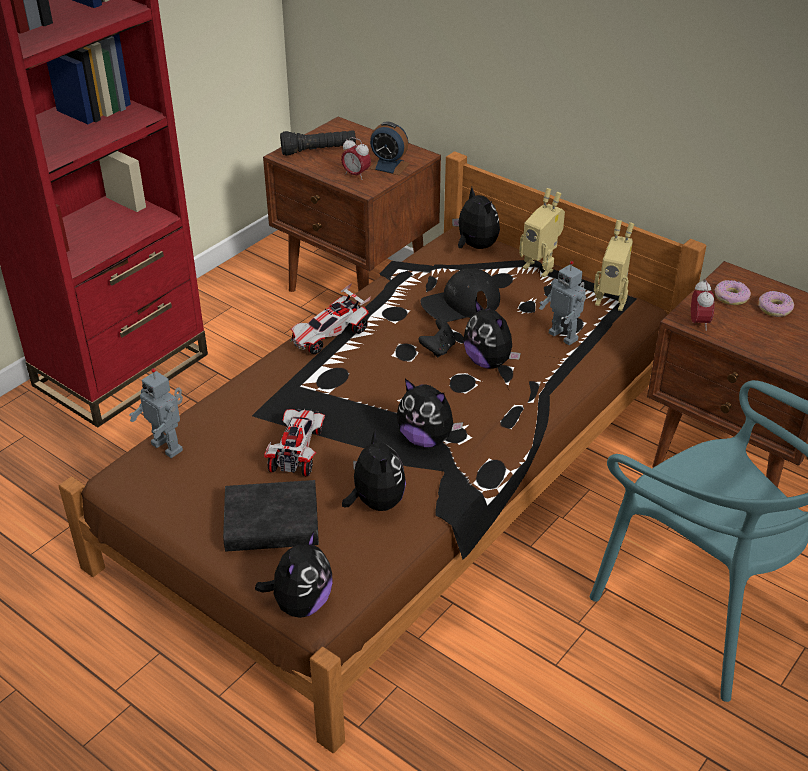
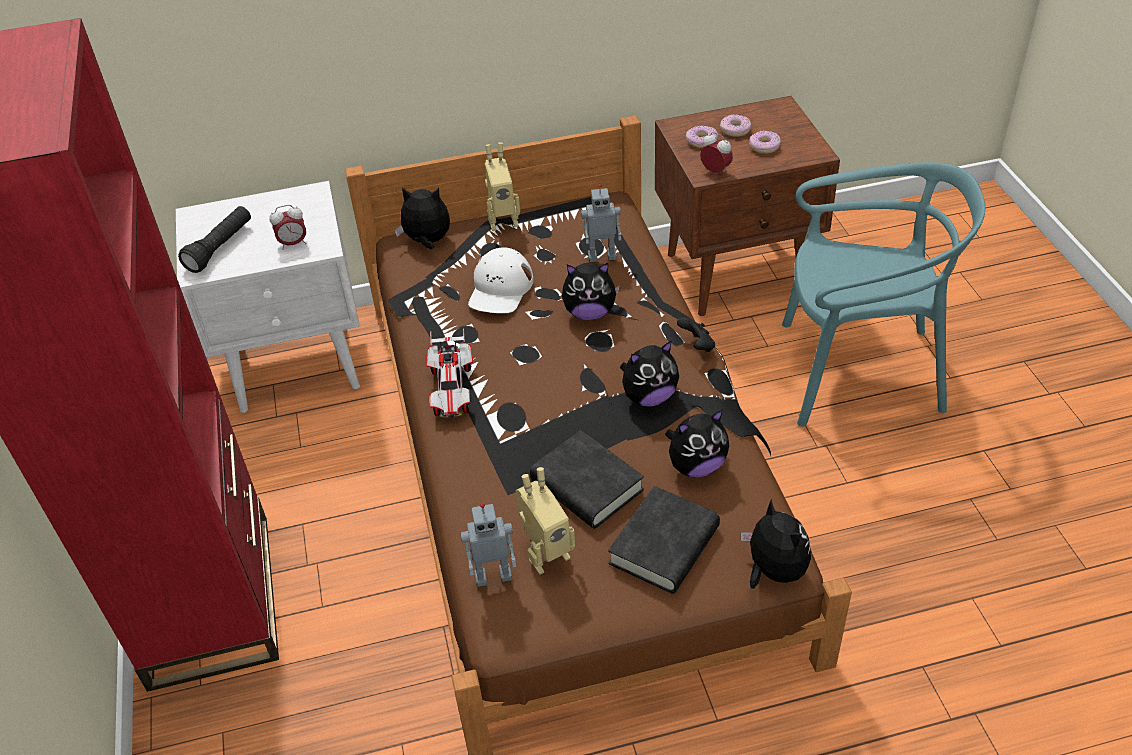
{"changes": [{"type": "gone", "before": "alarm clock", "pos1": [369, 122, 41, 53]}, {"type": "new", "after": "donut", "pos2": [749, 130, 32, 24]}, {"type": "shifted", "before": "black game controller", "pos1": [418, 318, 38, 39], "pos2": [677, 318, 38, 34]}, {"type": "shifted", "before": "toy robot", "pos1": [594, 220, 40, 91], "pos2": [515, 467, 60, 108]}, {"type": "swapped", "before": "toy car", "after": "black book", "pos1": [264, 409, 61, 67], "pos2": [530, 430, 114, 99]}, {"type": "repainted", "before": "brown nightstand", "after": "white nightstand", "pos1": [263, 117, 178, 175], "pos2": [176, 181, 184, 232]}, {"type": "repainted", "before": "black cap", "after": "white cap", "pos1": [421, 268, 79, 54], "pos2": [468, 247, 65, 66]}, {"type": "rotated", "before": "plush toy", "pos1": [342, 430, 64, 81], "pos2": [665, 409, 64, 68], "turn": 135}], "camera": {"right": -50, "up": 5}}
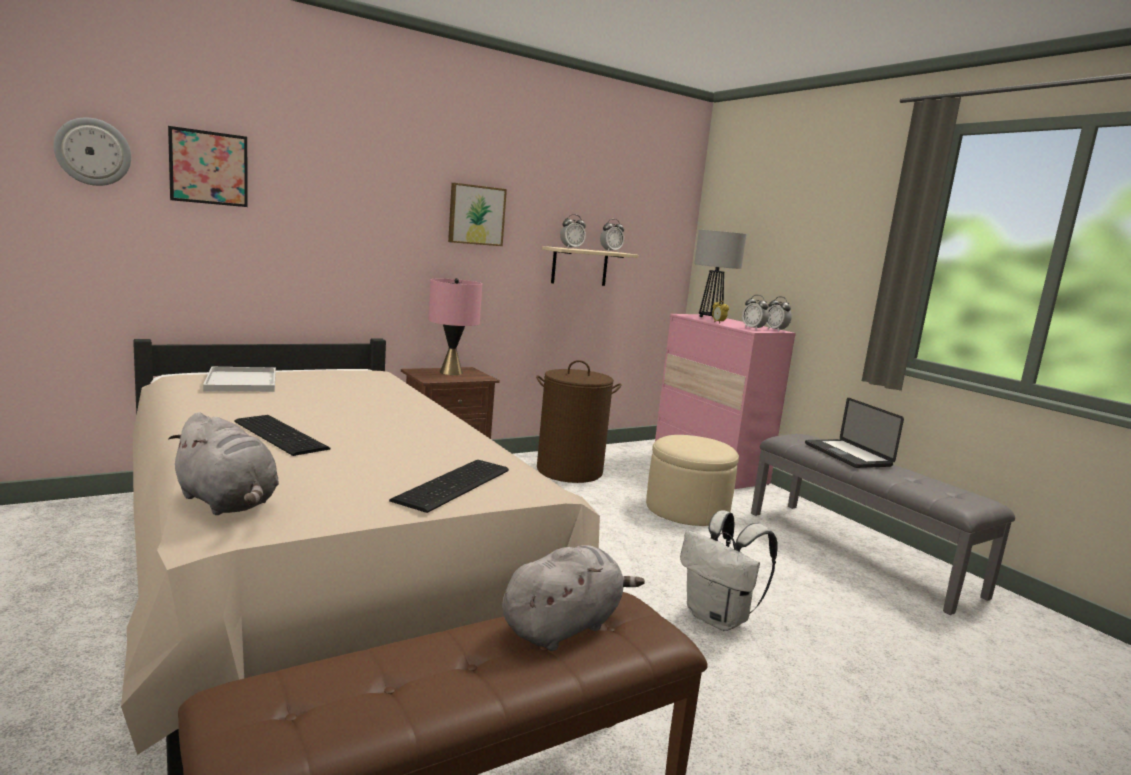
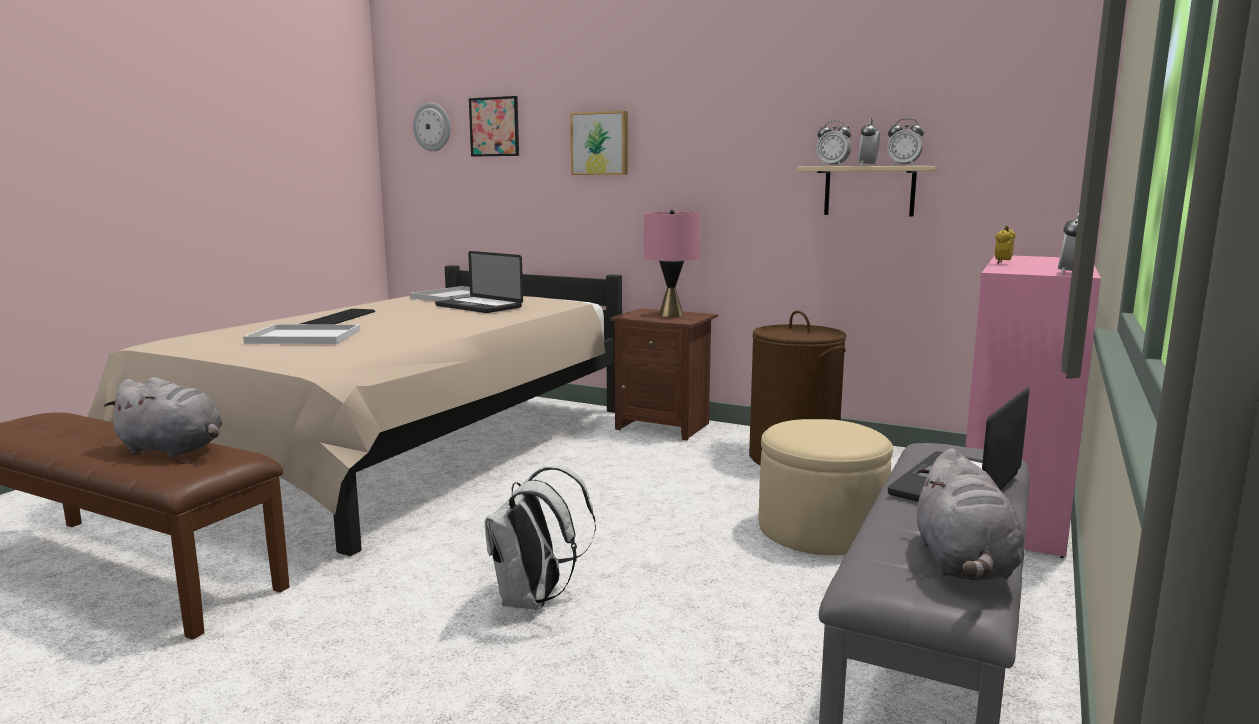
{"changes": [{"type": "gone", "before": "keyboard", "pos1": [389, 460, 120, 53]}, {"type": "gone", "before": "table lamp", "pos1": [694, 230, 53, 87]}, {"type": "new", "after": "white tray", "pos2": [243, 324, 117, 20]}, {"type": "new", "after": "laptop", "pos2": [435, 251, 88, 62]}, {"type": "shifted", "before": "grey plush toy", "pos1": [168, 412, 111, 103], "pos2": [917, 448, 107, 133]}, {"type": "shifted", "before": "picture", "pos1": [448, 183, 59, 63], "pos2": [570, 111, 58, 64]}, {"type": "shifted", "before": "alarm clock", "pos1": [742, 295, 27, 35], "pos2": [859, 118, 21, 48]}], "camera": {"right": 60, "up": 0}}
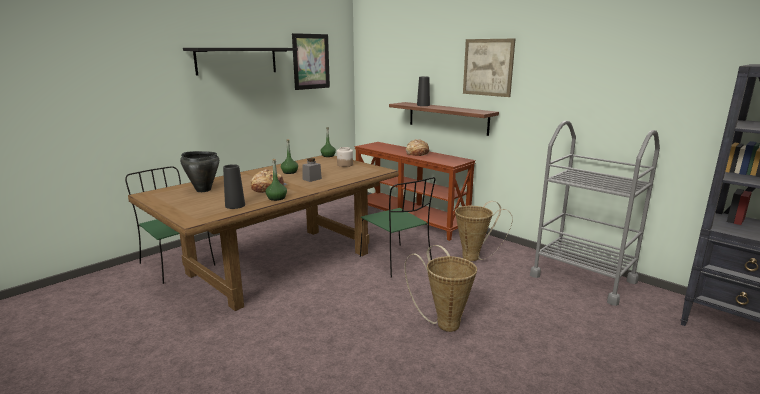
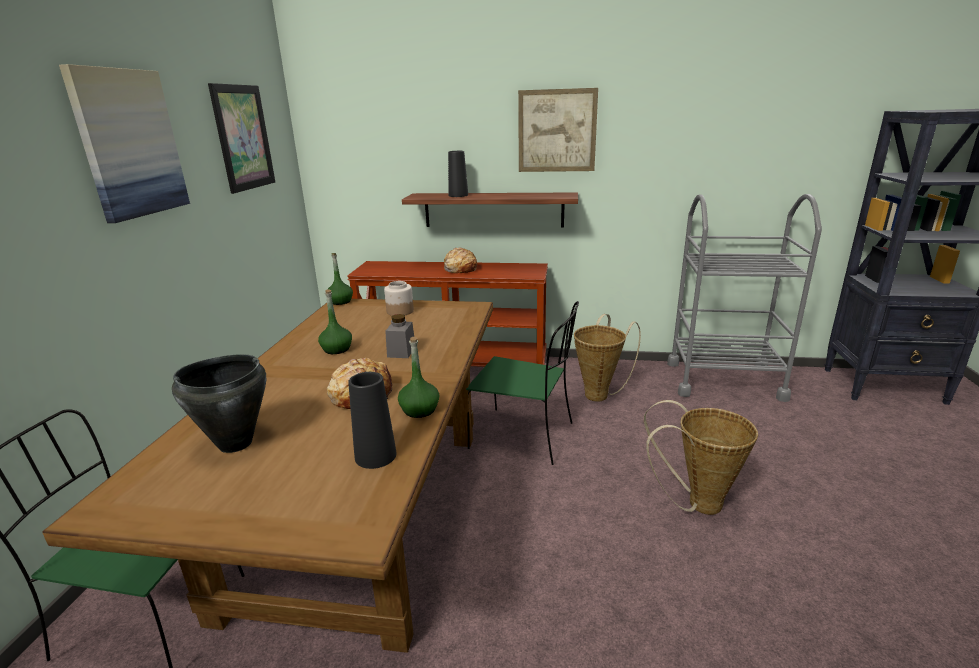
{"changes": [{"type": "swapped", "before": "black shelf", "after": "picture", "pos1": [183, 48, 115, 27], "pos2": [59, 64, 131, 159]}], "camera": {"right": -35, "up": 5}}
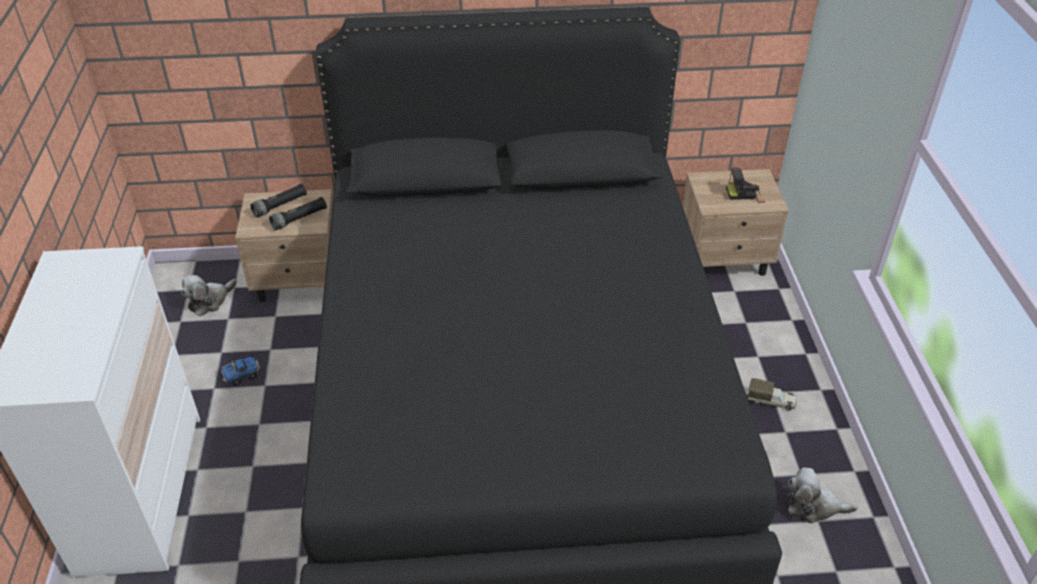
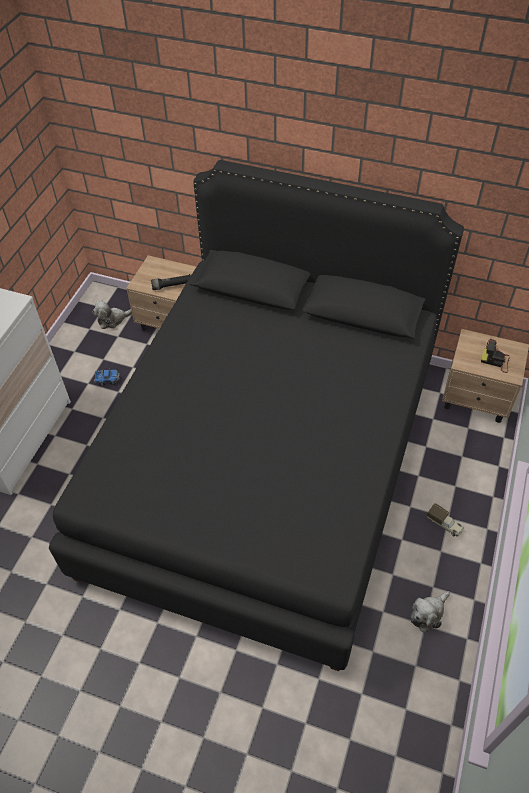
{"changes": [{"type": "gone", "before": "black flashlight", "pos1": [250, 184, 57, 33]}, {"type": "rotated", "before": "plush toy", "pos1": [788, 467, 70, 56], "pos2": [411, 592, 39, 41], "turn": -75}], "camera": {"right": 25, "up": 10}}
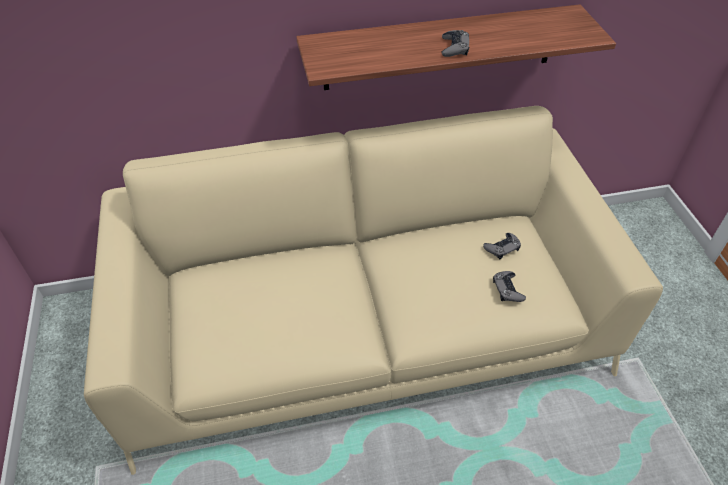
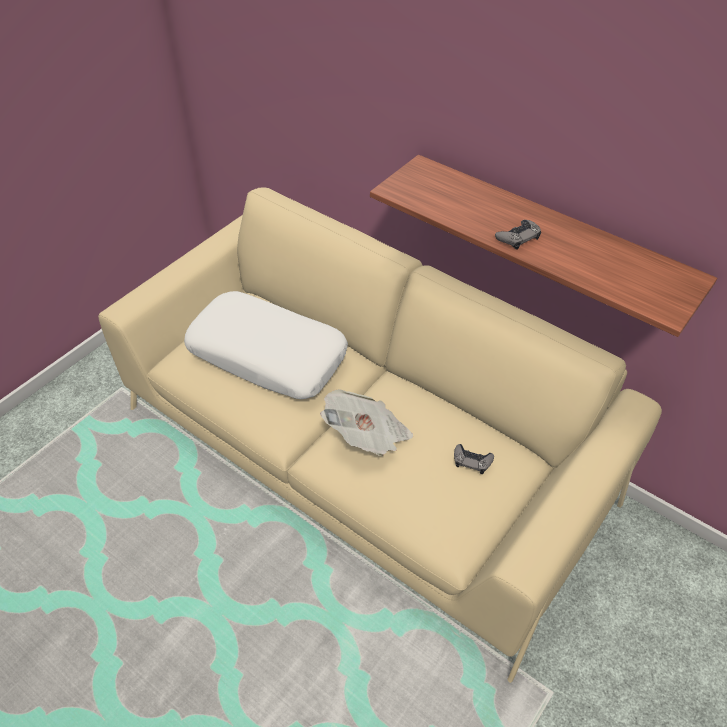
{"changes": [{"type": "gone", "before": "grey game controller", "pos1": [493, 271, 33, 31]}, {"type": "new", "after": "white pillow", "pos2": [184, 291, 164, 108]}, {"type": "new", "after": "newspaper", "pos2": [320, 389, 93, 67]}], "camera": {"right": 50, "up": 0}}
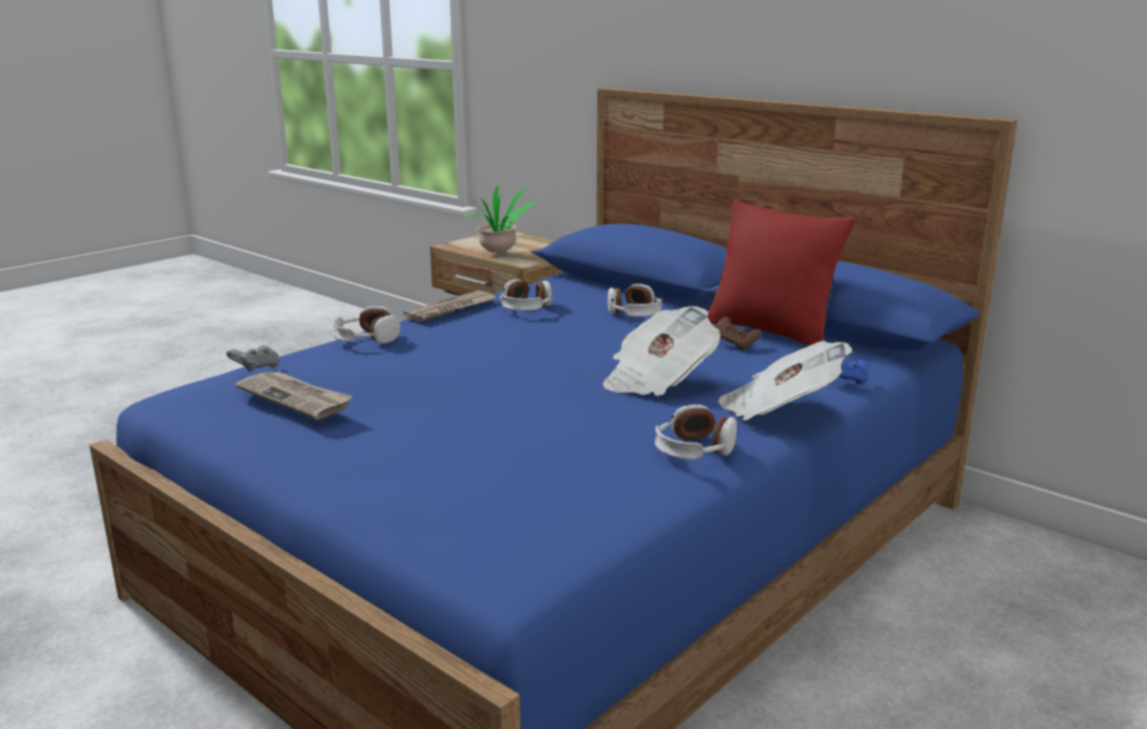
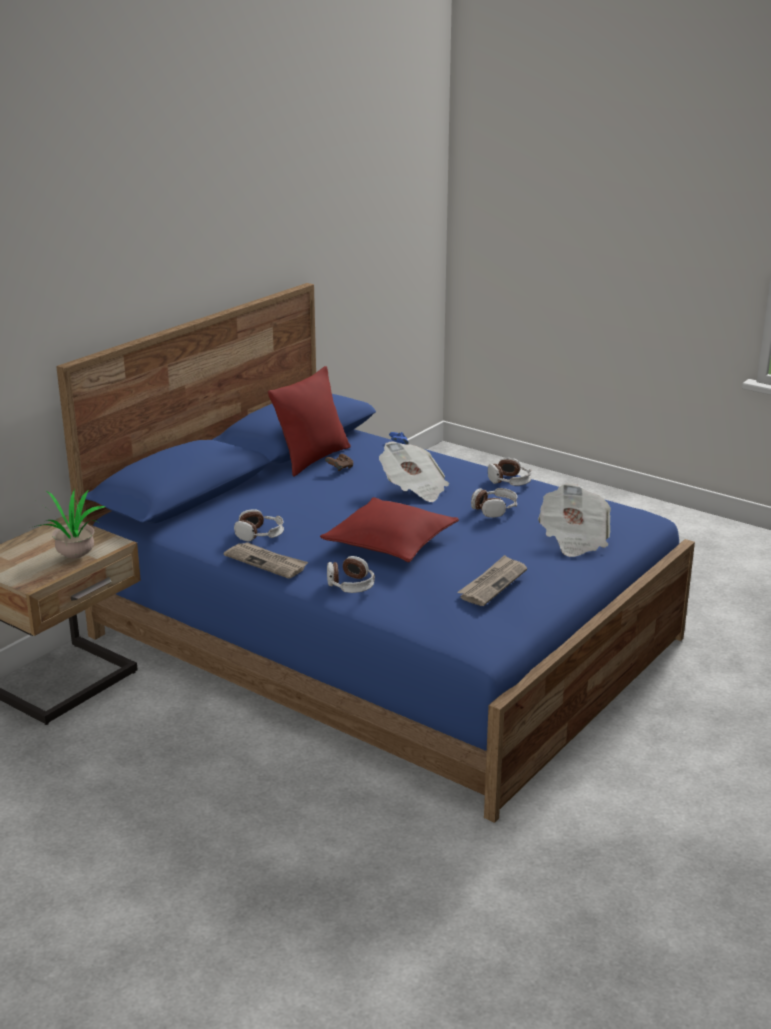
{"changes": [{"type": "gone", "before": "grey game controller", "pos1": [226, 345, 54, 27]}, {"type": "new", "after": "red pillow", "pos2": [320, 497, 139, 65]}, {"type": "shifted", "before": "headphones", "pos1": [608, 284, 54, 33], "pos2": [471, 488, 47, 30]}, {"type": "shifted", "before": "newspaper", "pos1": [718, 341, 134, 80], "pos2": [538, 483, 73, 74]}], "camera": {"right": -95, "up": 5}}
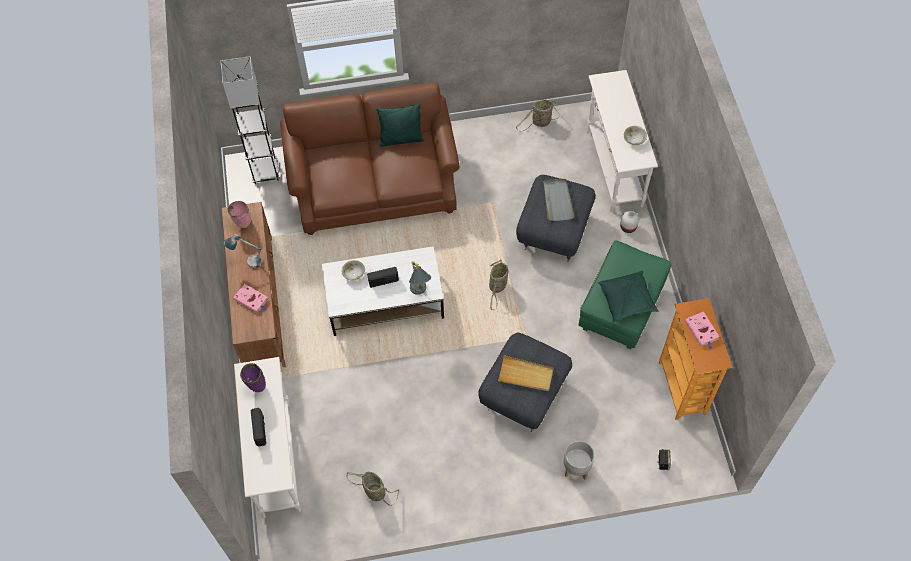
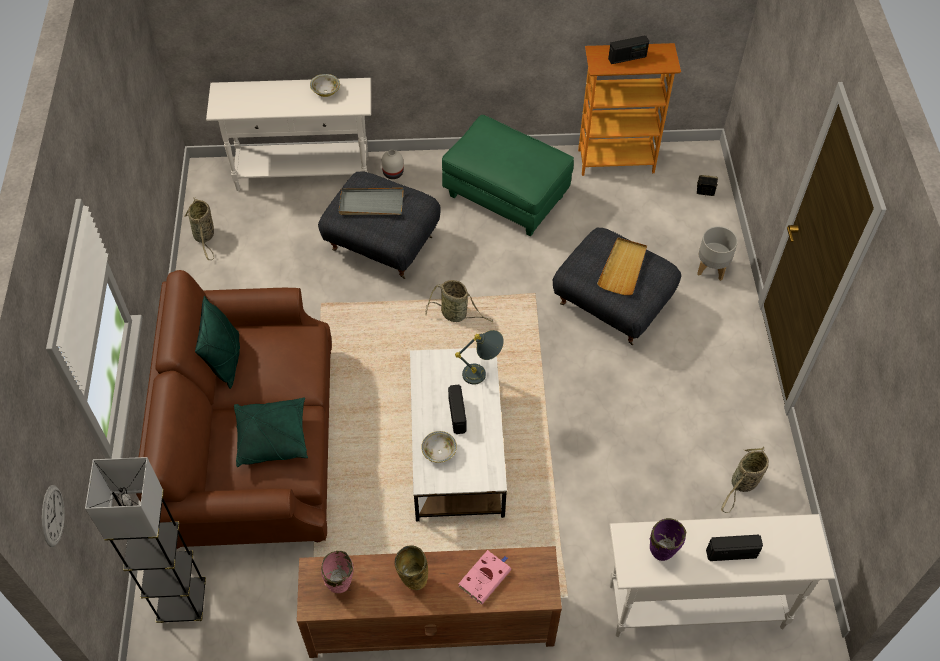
{"changes": [{"type": "new", "after": "wall clock", "pos2": [42, 485, 23, 62]}, {"type": "shifted", "before": "green pillow", "pos1": [598, 271, 60, 51], "pos2": [234, 397, 74, 70]}, {"type": "swapped", "before": "table lamp", "after": "beige vase", "pos1": [223, 234, 39, 34], "pos2": [395, 545, 33, 45]}, {"type": "swapped", "before": "pink book", "after": "radio", "pos1": [685, 311, 34, 38], "pos2": [608, 35, 41, 29]}], "camera": {"right": -85, "up": -5}}
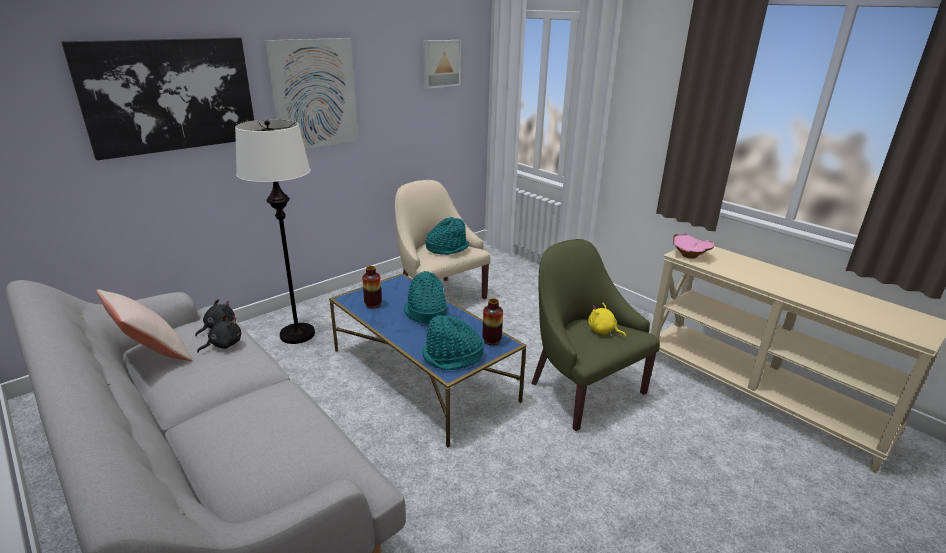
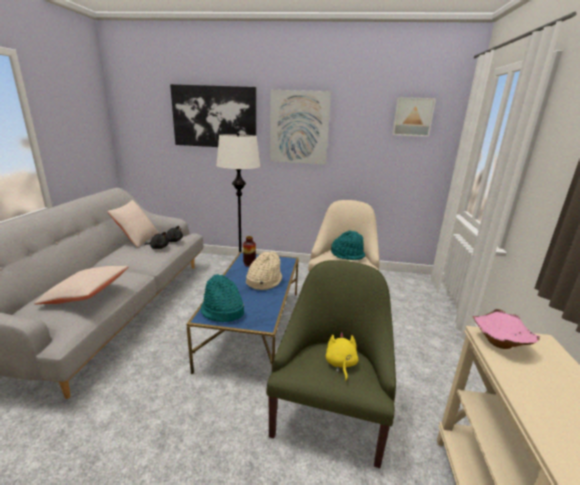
{"changes": [{"type": "gone", "before": "vase", "pos1": [483, 298, 20, 47]}, {"type": "new", "after": "beige pillow", "pos2": [34, 266, 95, 38]}, {"type": "repainted", "before": "turquoise hat", "after": "beige hat", "pos1": [404, 271, 43, 52], "pos2": [246, 252, 36, 38]}], "camera": {"right": 50, "up": -5}}
